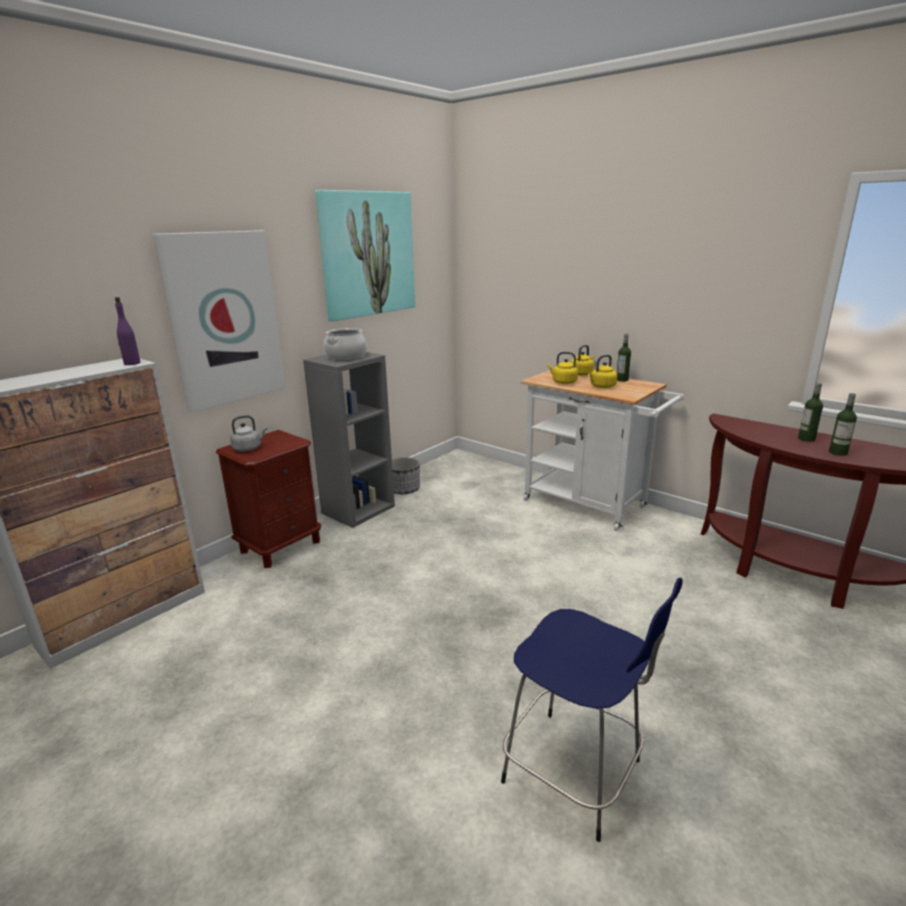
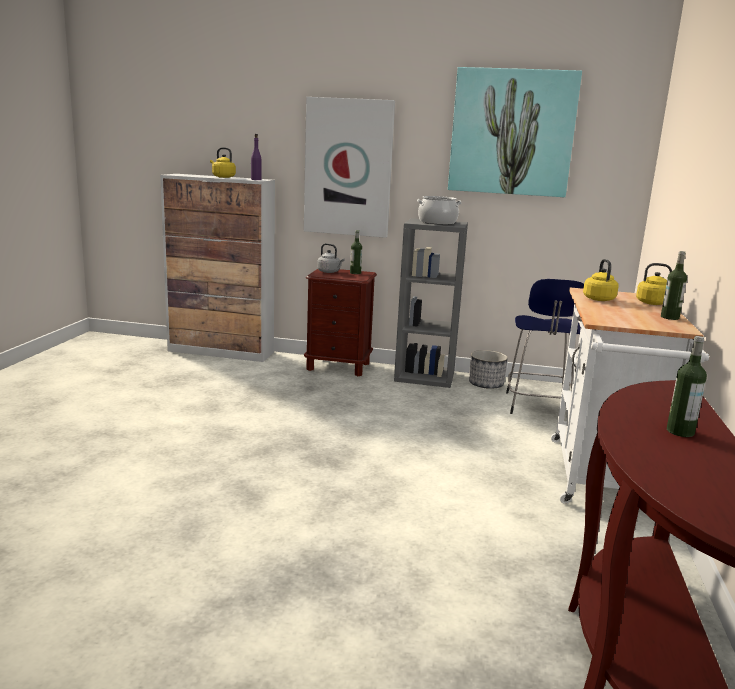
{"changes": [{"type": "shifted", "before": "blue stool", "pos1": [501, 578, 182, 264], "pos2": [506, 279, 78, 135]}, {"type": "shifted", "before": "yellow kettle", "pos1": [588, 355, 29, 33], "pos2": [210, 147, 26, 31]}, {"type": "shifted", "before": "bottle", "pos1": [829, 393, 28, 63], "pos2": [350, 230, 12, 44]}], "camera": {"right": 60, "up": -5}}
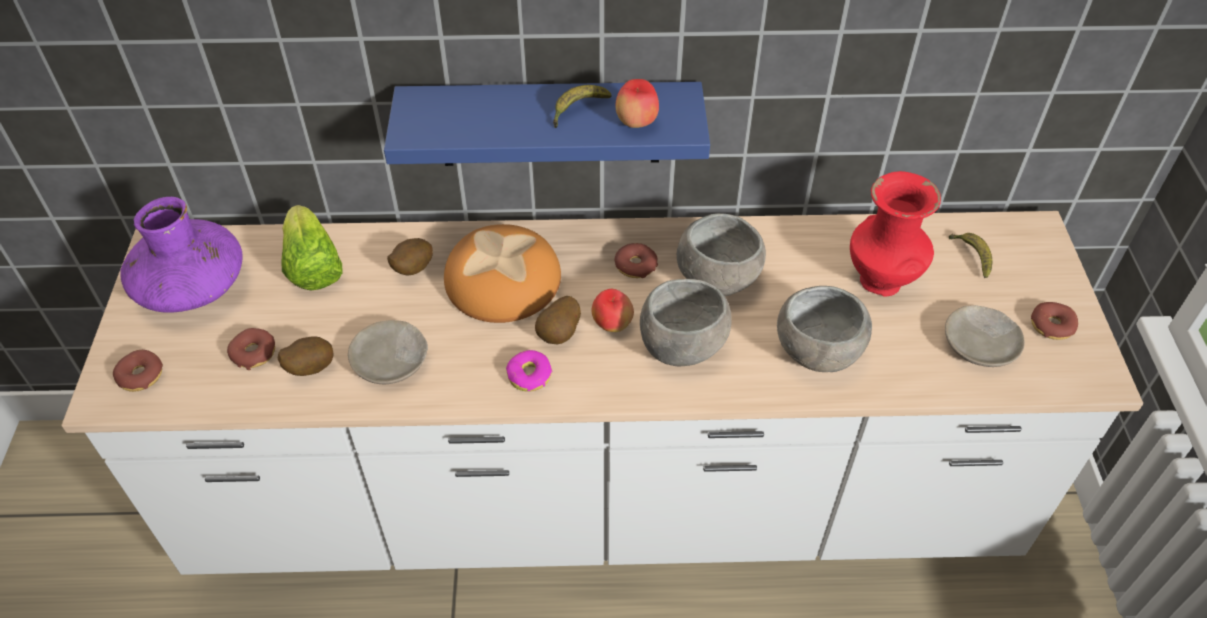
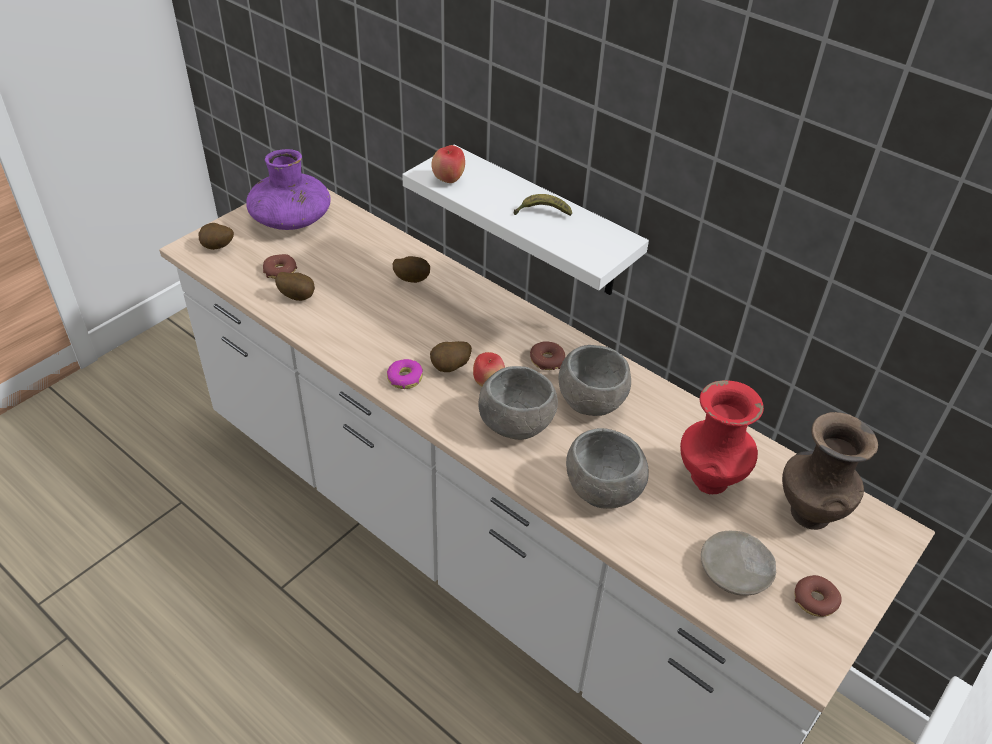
{"changes": [{"type": "gone", "before": "lettuce", "pos1": [281, 205, 61, 86]}, {"type": "gone", "before": "beige plate", "pos1": [348, 320, 80, 64]}, {"type": "gone", "before": "bread", "pos1": [444, 224, 117, 99]}, {"type": "shifted", "before": "apple", "pos1": [615, 79, 44, 49], "pos2": [431, 145, 34, 38]}, {"type": "swapped", "before": "donut", "after": "potato", "pos1": [113, 350, 50, 42], "pos2": [198, 223, 36, 27]}, {"type": "swapped", "before": "banana", "after": "brown vase", "pos1": [949, 233, 43, 45], "pos2": [782, 412, 96, 118]}, {"type": "repainted", "before": "blue shelf", "after": "white shelf", "pos1": [384, 82, 326, 84], "pos2": [402, 145, 247, 150]}], "camera": {"right": 40, "up": -5}}
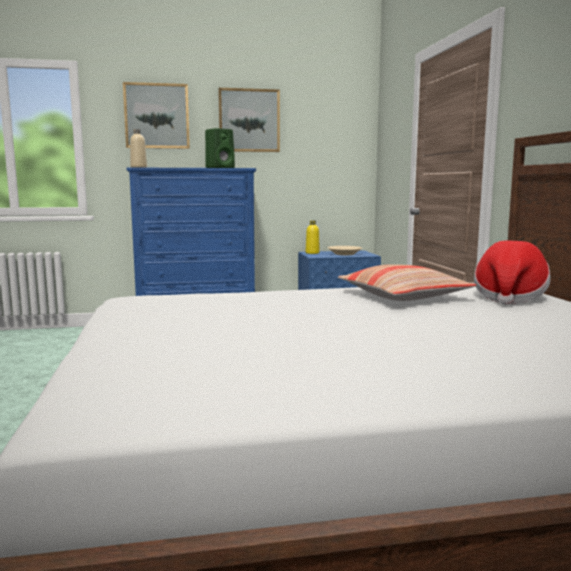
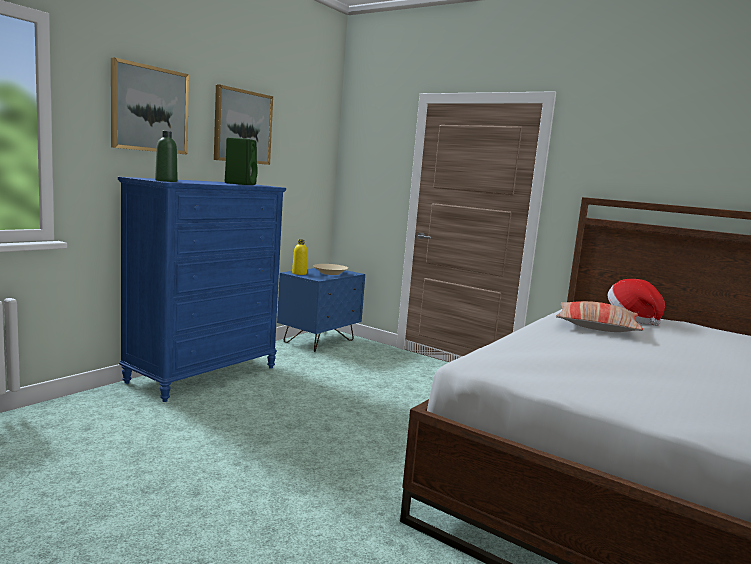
{"changes": [{"type": "repainted", "before": "beige bottle", "after": "green bottle", "pos1": [130, 129, 17, 39], "pos2": [155, 131, 22, 51]}], "camera": {"right": -45, "up": 0}}
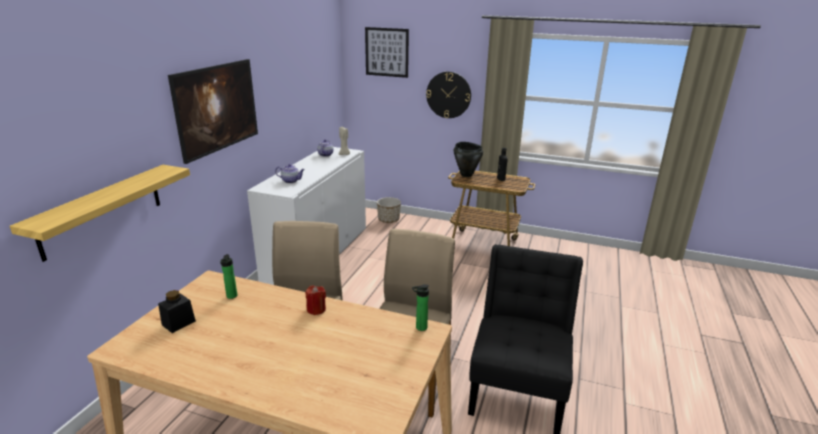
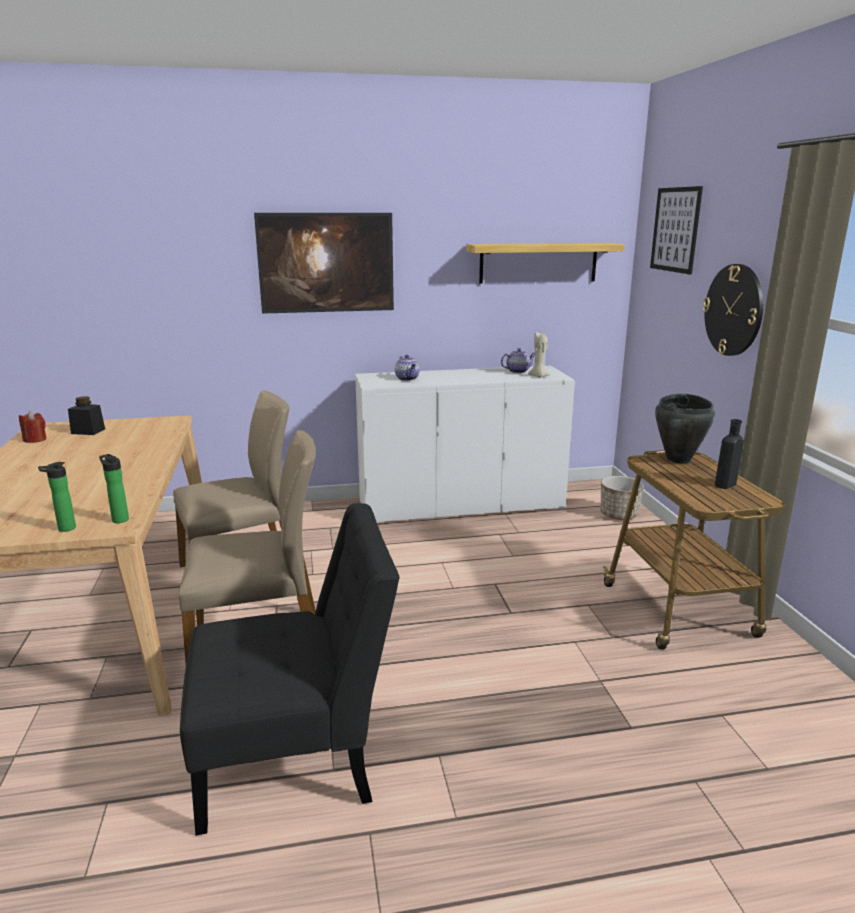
{"changes": [{"type": "shifted", "before": "shelf", "pos1": [10, 165, 180, 97], "pos2": [466, 243, 159, 41]}, {"type": "shifted", "before": "bottle", "pos1": [220, 254, 17, 45], "pos2": [38, 462, 38, 70]}, {"type": "shifted", "before": "red candle", "pos1": [306, 285, 20, 30], "pos2": [19, 411, 28, 32]}], "camera": {"right": 60, "up": -5}}
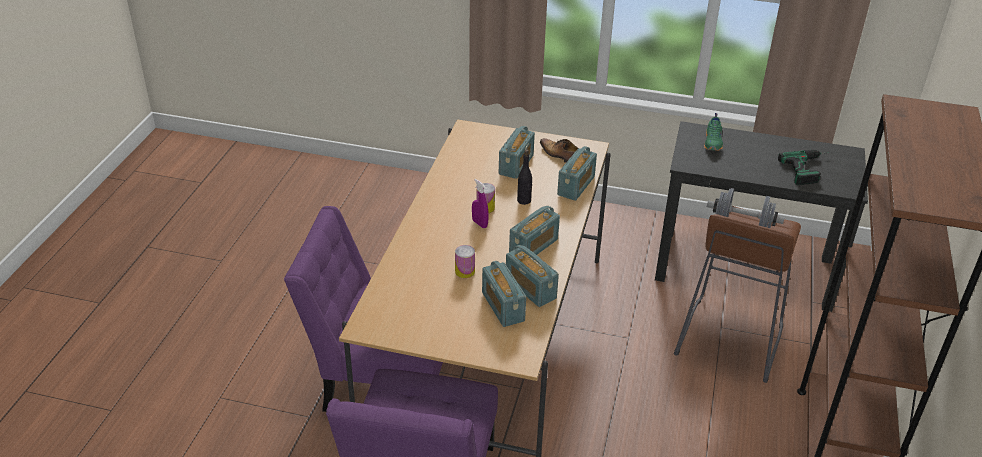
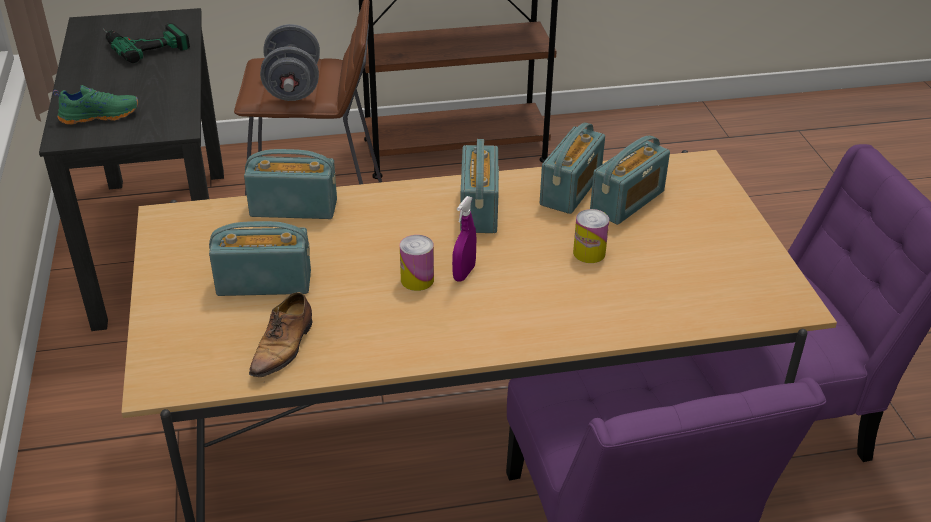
{"changes": [{"type": "gone", "before": "black bottle", "pos1": [517, 150, 15, 55]}, {"type": "shifted", "before": "shoe", "pos1": [540, 138, 38, 25], "pos2": [249, 292, 63, 85]}, {"type": "rotated", "before": "radio", "pos1": [509, 206, 51, 49], "pos2": [460, 139, 39, 94], "turn": 75}], "camera": {"right": -115, "up": 0}}
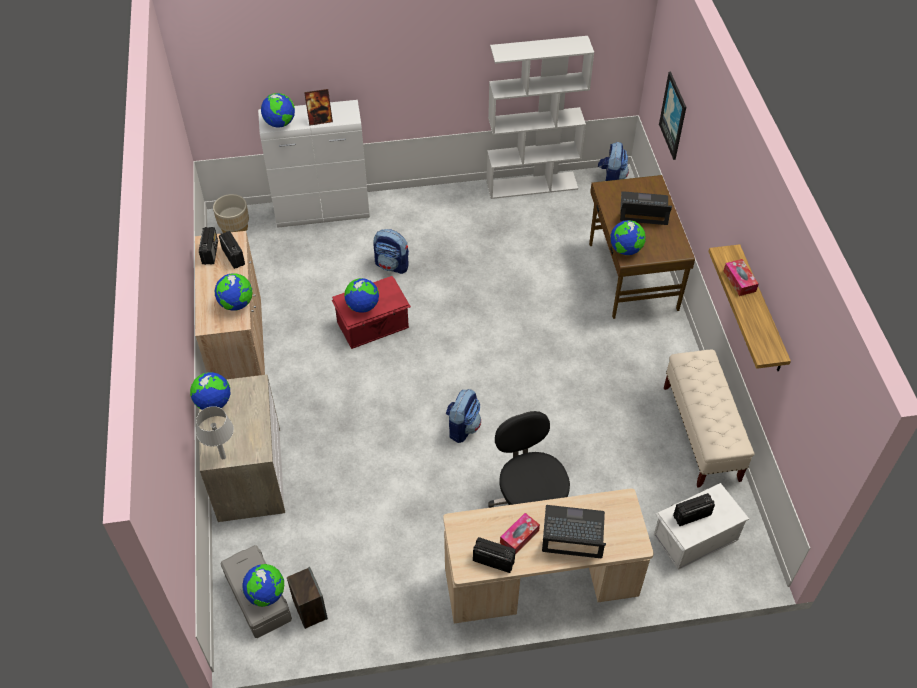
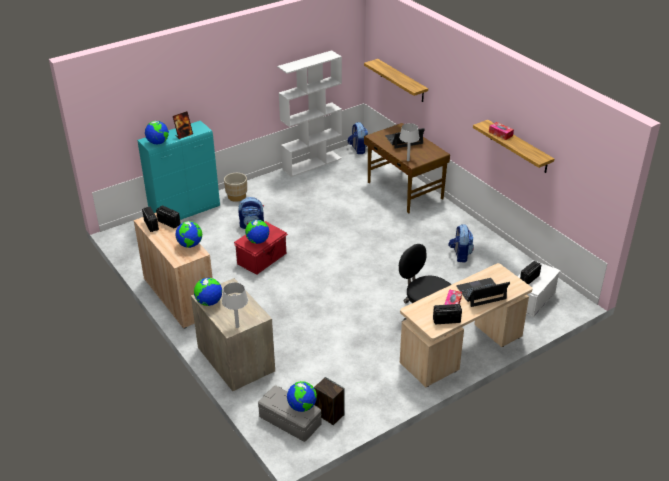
{"changes": [{"type": "gone", "before": "beige bench", "pos1": [664, 350, 91, 138]}, {"type": "shifted", "before": "beige planter", "pos1": [213, 194, 36, 39], "pos2": [224, 173, 23, 29]}, {"type": "shifted", "before": "backpack", "pos1": [446, 389, 35, 54], "pos2": [448, 224, 26, 39]}, {"type": "swapped", "before": "globe", "after": "grey table lamp", "pos1": [610, 220, 36, 35], "pos2": [399, 123, 21, 38]}, {"type": "swapped", "before": "picture", "after": "shelf", "pos1": [659, 72, 27, 88], "pos2": [364, 59, 64, 43]}, {"type": "repainted", "before": "white cabinet", "after": "turquoise cabinet", "pos1": [258, 100, 112, 128], "pos2": [137, 121, 83, 99]}], "camera": {"right": -25, "up": -15}}
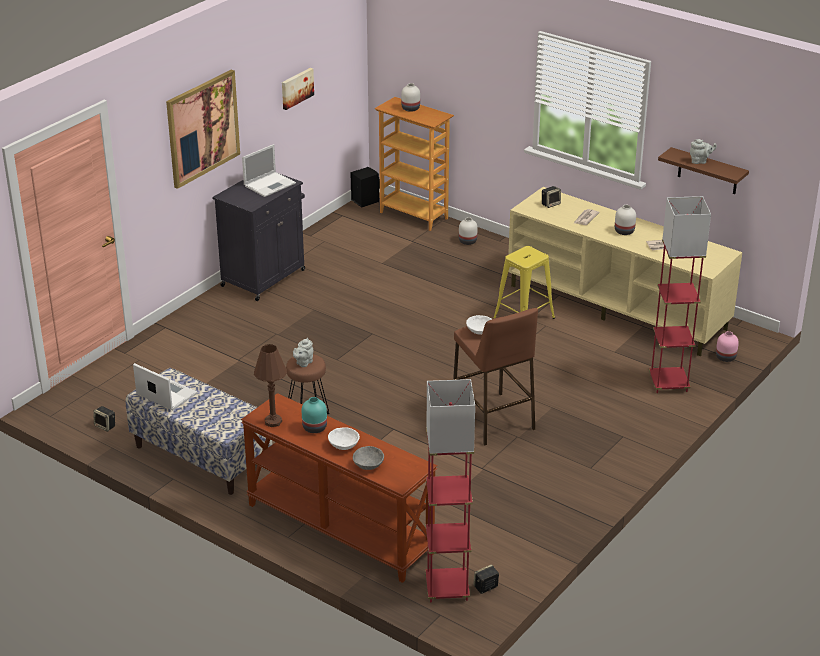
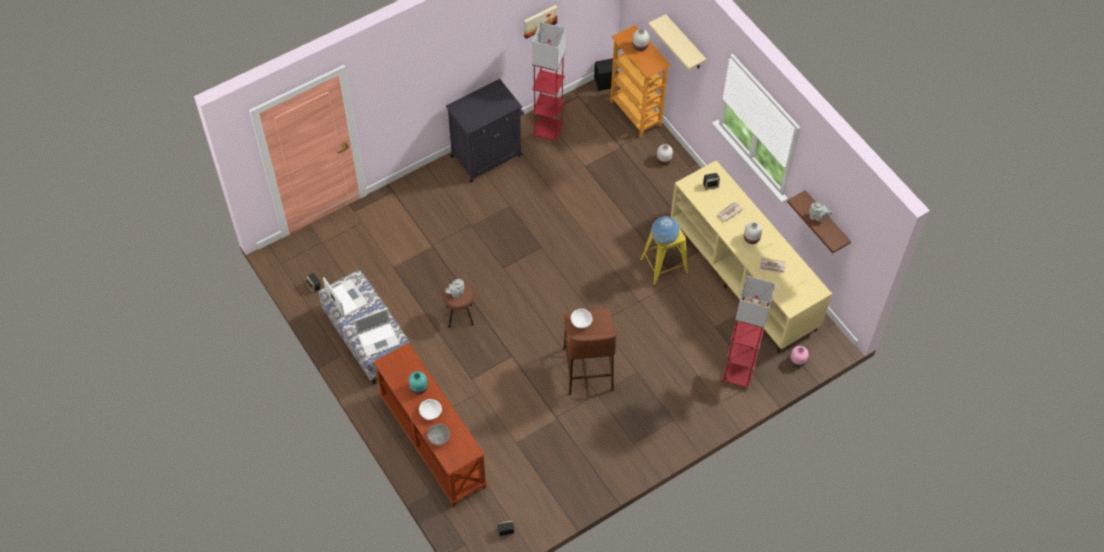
{"changes": [{"type": "gone", "before": "picture", "pos1": [166, 70, 74, 119]}, {"type": "gone", "before": "brown table lamp", "pos1": [254, 344, 33, 83]}, {"type": "new", "after": "beige shelf", "pos2": [648, 14, 58, 56]}, {"type": "new", "after": "globe", "pos2": [651, 216, 29, 29]}, {"type": "shifted", "before": "laptop", "pos1": [242, 144, 54, 53], "pos2": [354, 308, 46, 49]}, {"type": "shifted", "before": "red floor lamp", "pos1": [425, 379, 50, 223], "pos2": [532, 22, 34, 121]}], "camera": {"right": 20, "up": 25}}
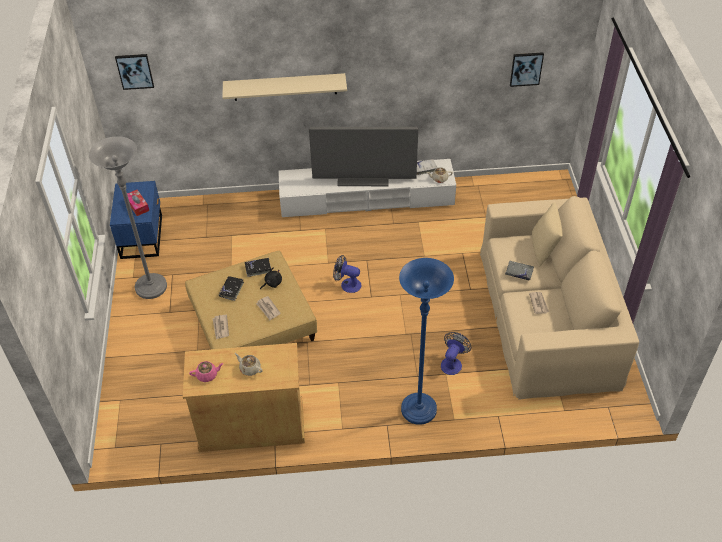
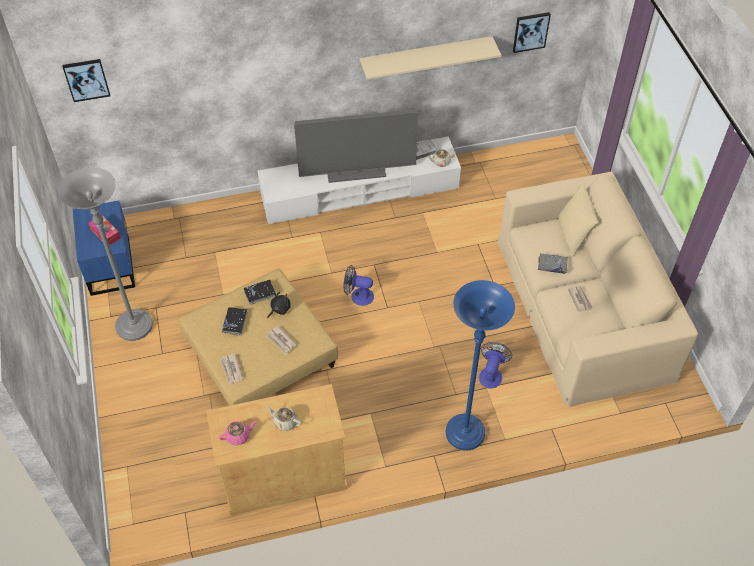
{"changes": [{"type": "shifted", "before": "beige shelf", "pos1": [222, 73, 125, 28], "pos2": [360, 36, 141, 44]}], "camera": {"right": -10, "up": 5}}
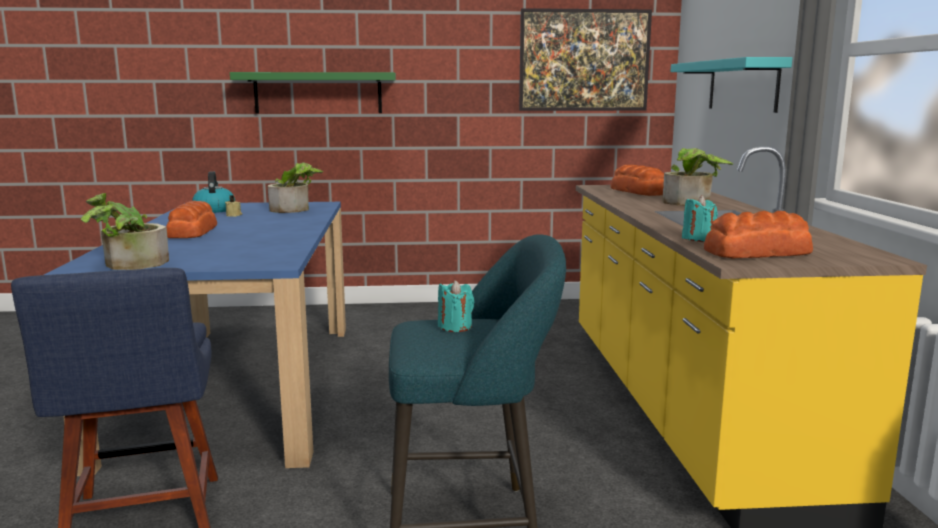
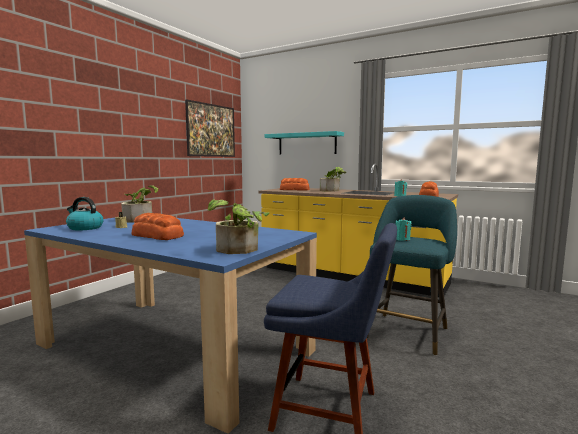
{"changes": [{"type": "gone", "before": "green shelf", "pos1": [230, 72, 166, 42]}], "camera": {"right": -55, "up": -5}}
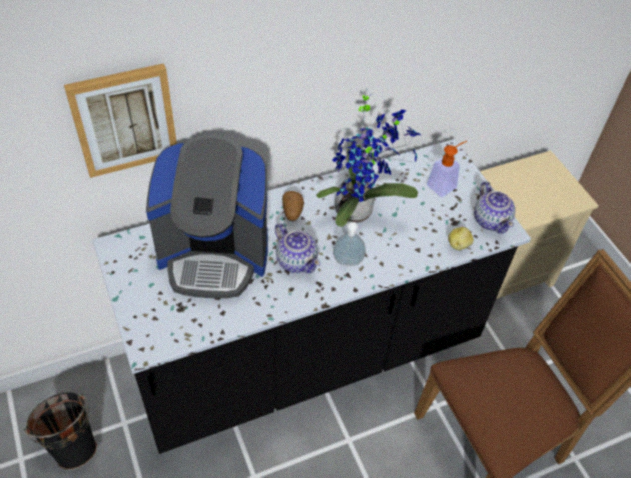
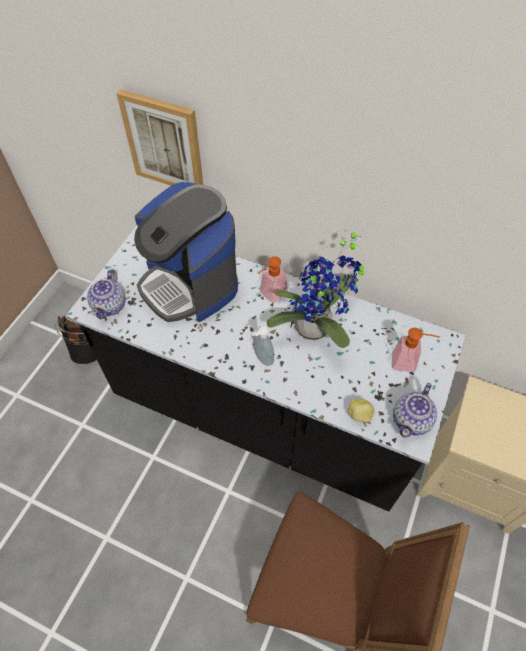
{"changes": [{"type": "shifted", "before": "teapot", "pos1": [275, 223, 45, 51], "pos2": [87, 269, 39, 50]}, {"type": "swapped", "before": "potato", "after": "soap dispenser", "pos1": [282, 191, 22, 30], "pos2": [258, 257, 30, 46]}], "camera": {"right": 50, "up": 5}}
